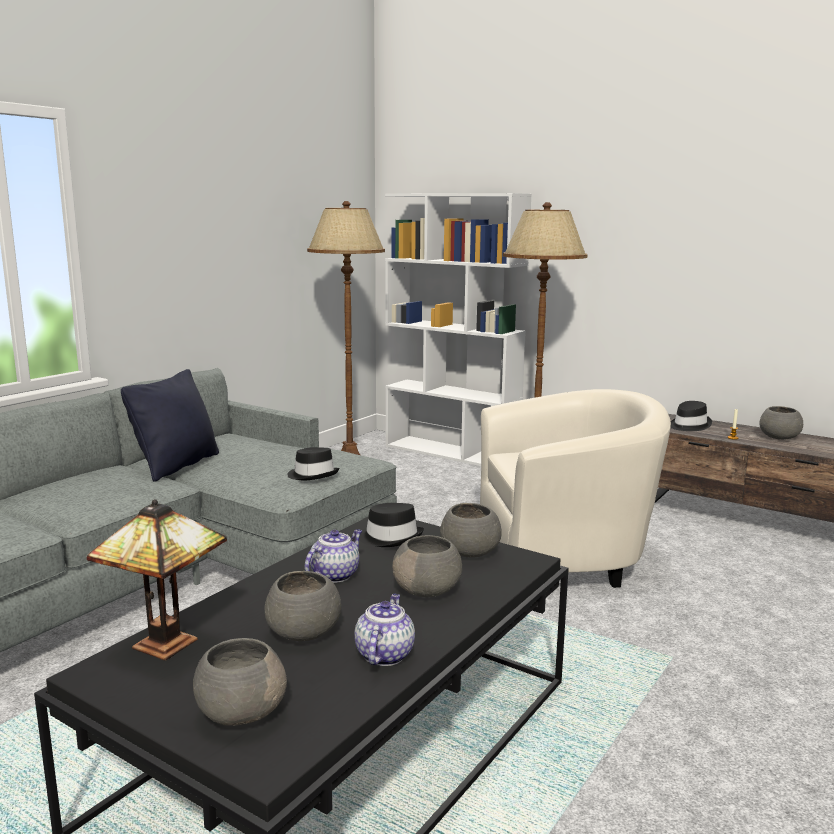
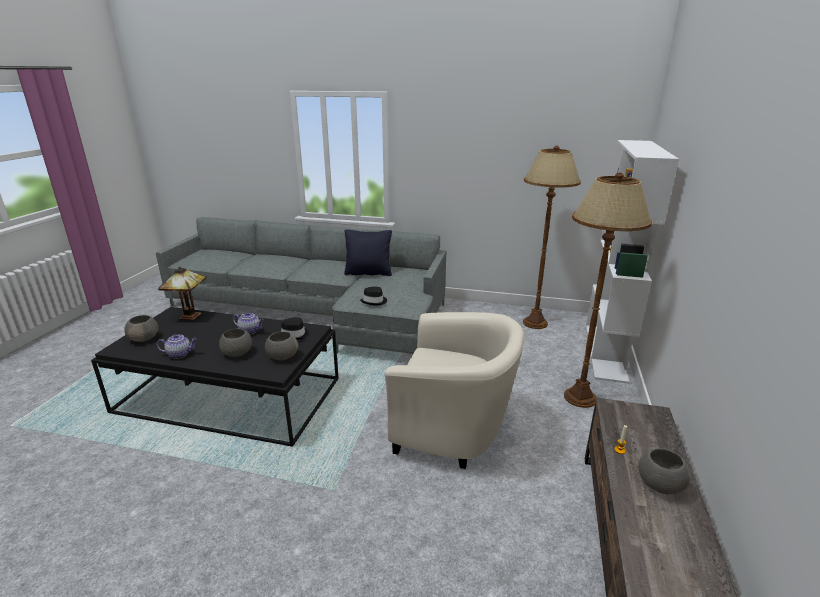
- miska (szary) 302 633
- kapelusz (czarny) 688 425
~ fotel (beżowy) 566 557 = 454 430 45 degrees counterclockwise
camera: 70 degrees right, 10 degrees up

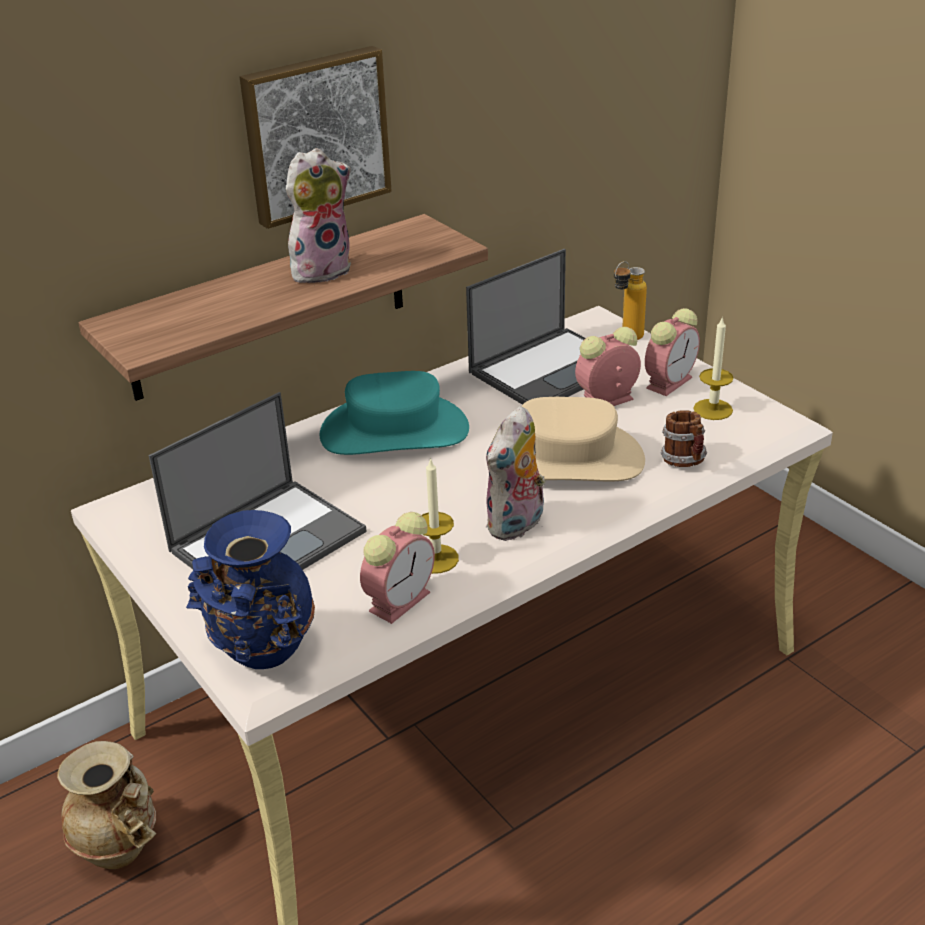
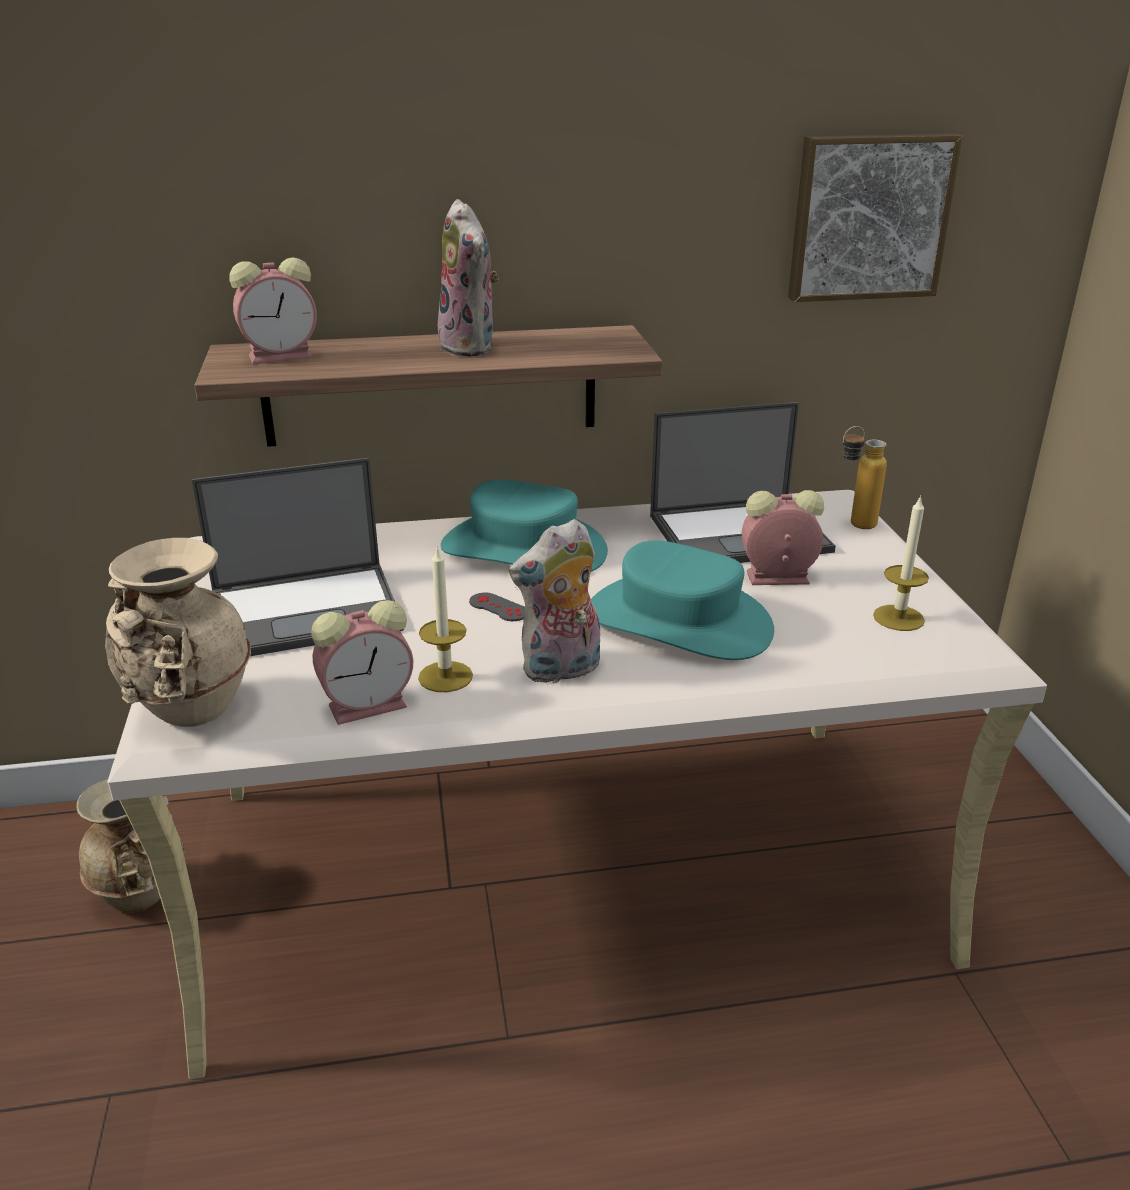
- kubek 685 462
+ pad do gier (szary) 498 607
~ obraz 315 135 to 868 217
~ budzik 670 382 to 283 356
~ wazon (niebieski) 263 655 to wazon (beżowy) 189 712
~ kapelusz (beżowy) 566 459 to kapelusz (turkusowy) 678 621
~ pluszak 321 270 = 472 347 75 degrees clockwise
camera: 25 degrees right, 5 degrees down

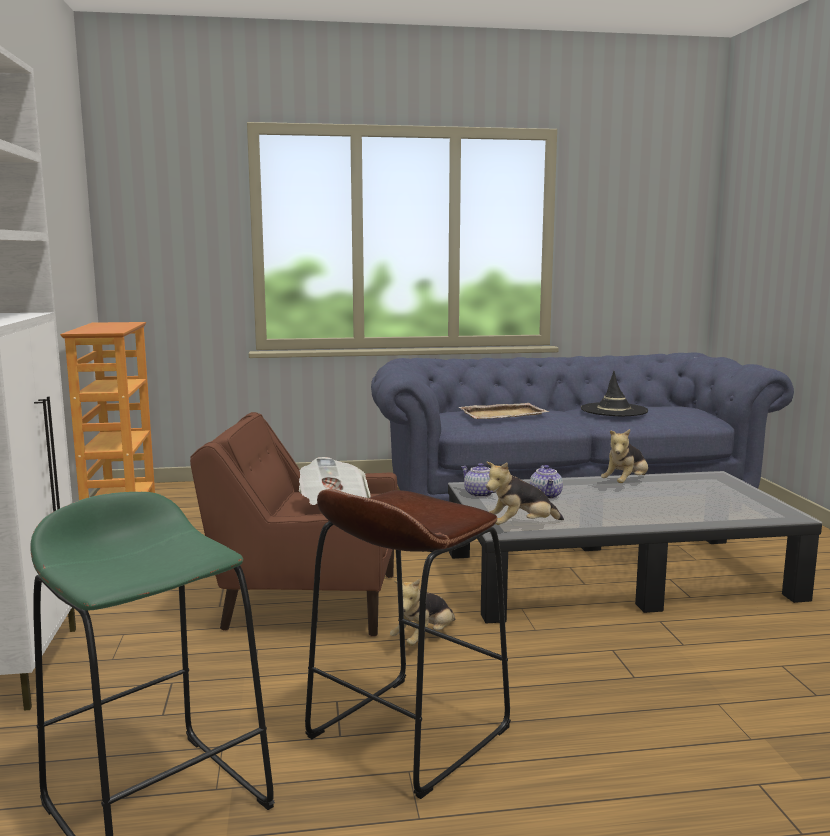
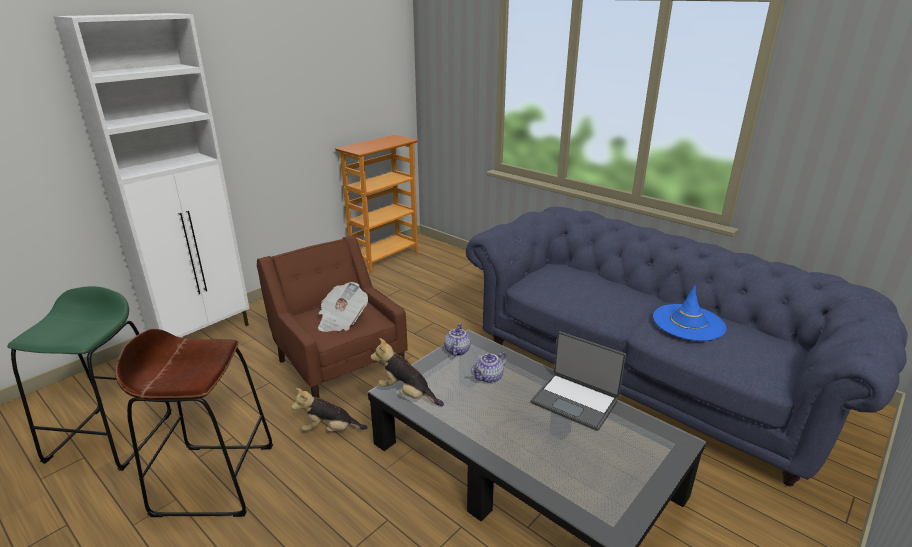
- taca (beżowy) 503 414
~ pluszak 626 483 to laptop 575 401
~ kapelusz (czarny) 614 410 to kapelusz (niebieski) 688 322
camera: 50 degrees right, 15 degrees up

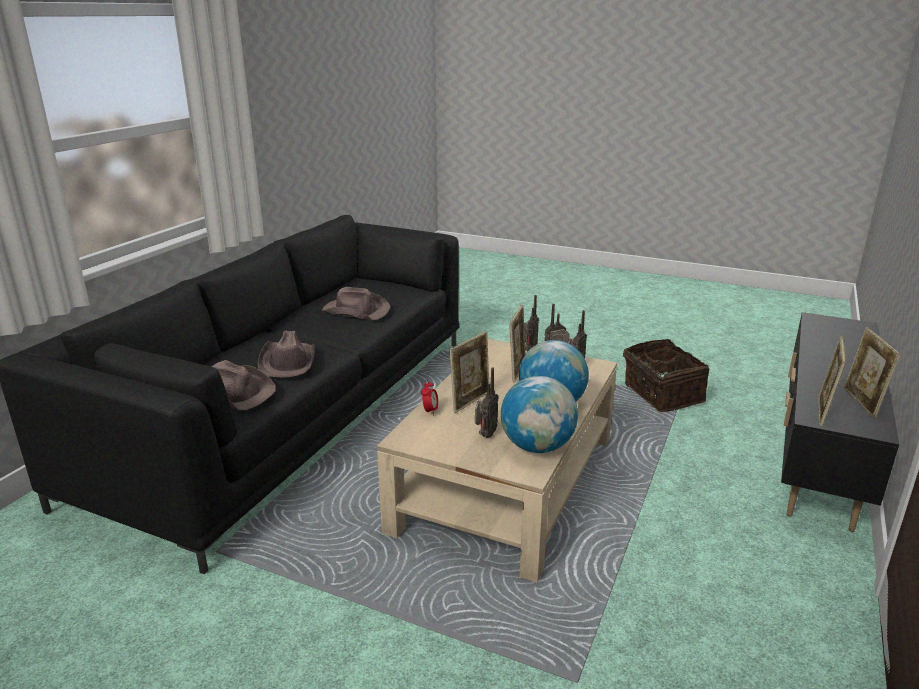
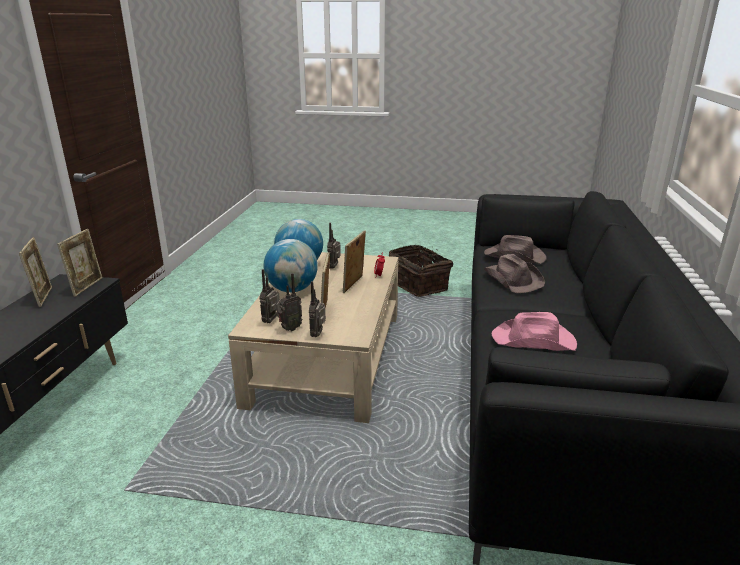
~ koszyk 661 394 to 419 285
~ kapelusz (brązowy) 355 311 to kapelusz (różowy) 534 341
camera: 165 degrees right, 0 degrees up

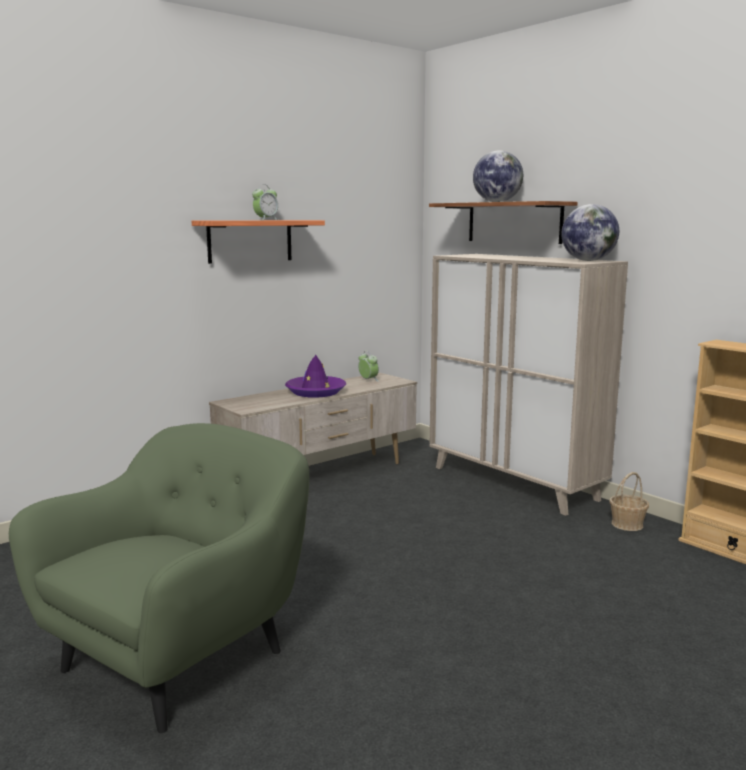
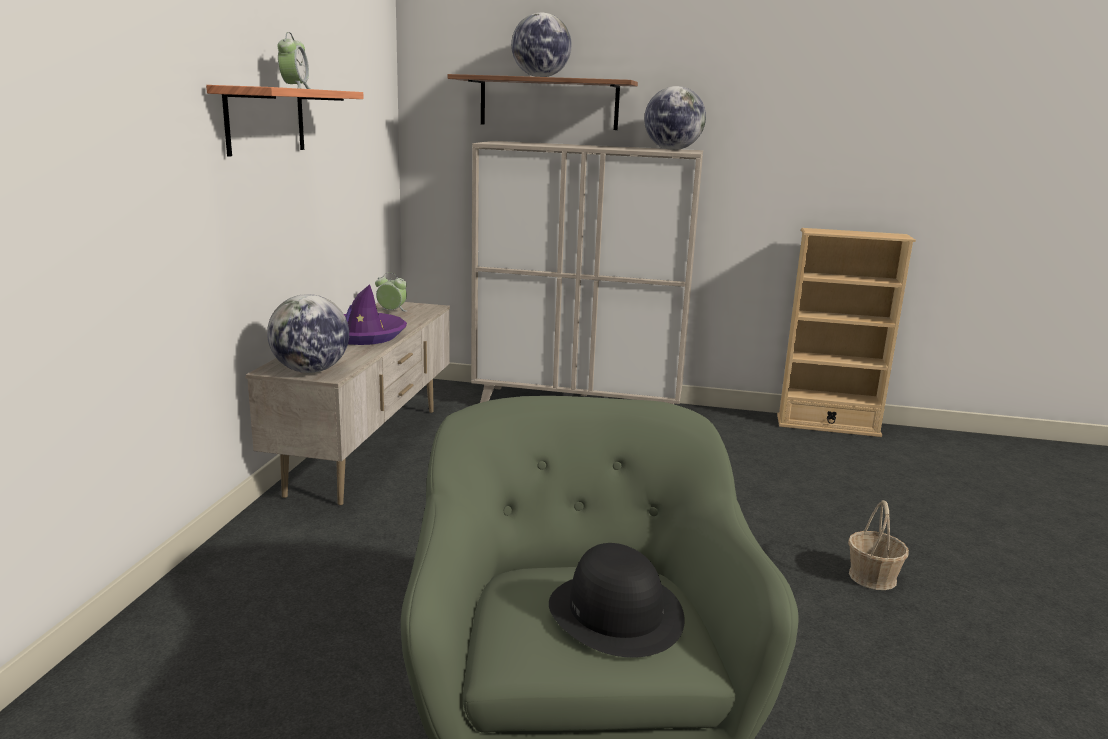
+ globus 310 371
+ kapelusz (czarny) 616 613
~ koszyk 627 524 to 872 577
camera: 40 degrees left, 5 degrees up

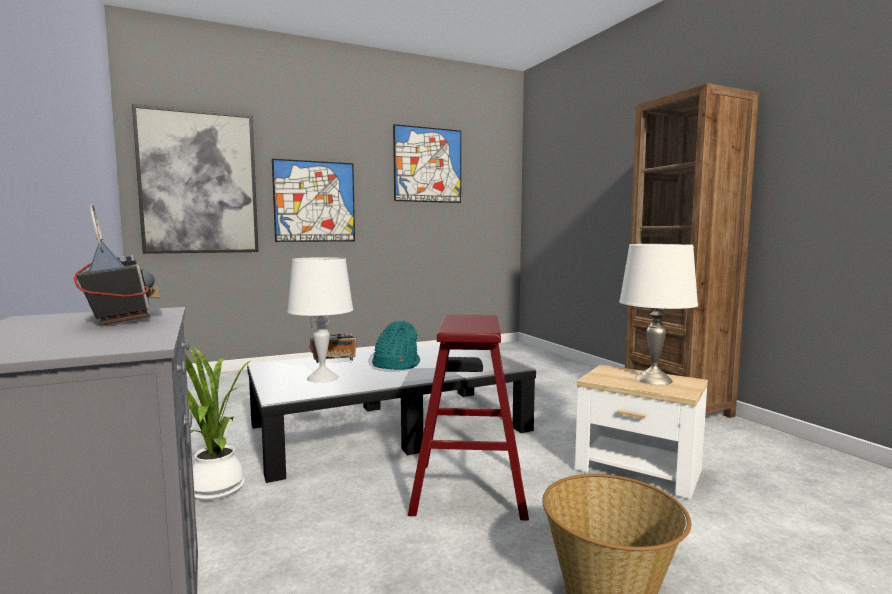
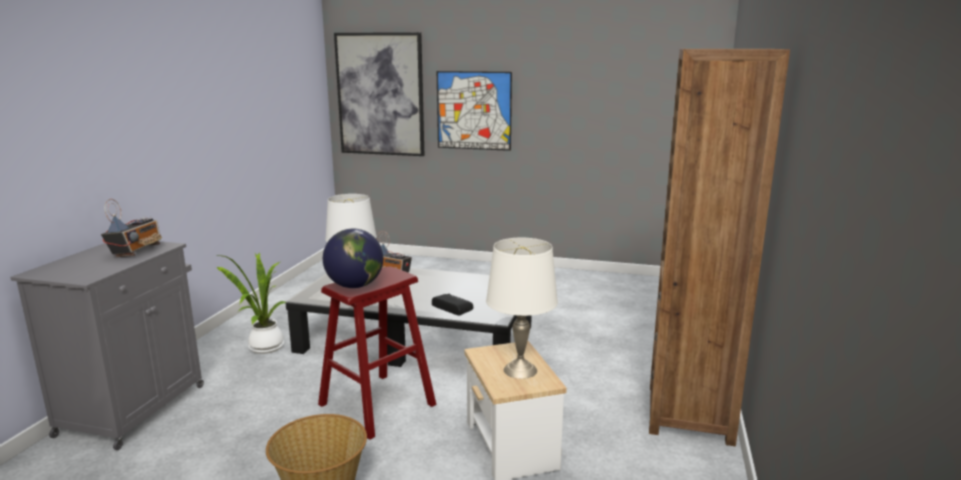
- kapelusz (turkusowy) 395 365
- obraz 428 165
+ globus 355 286
camera: 40 degrees right, 10 degrees up

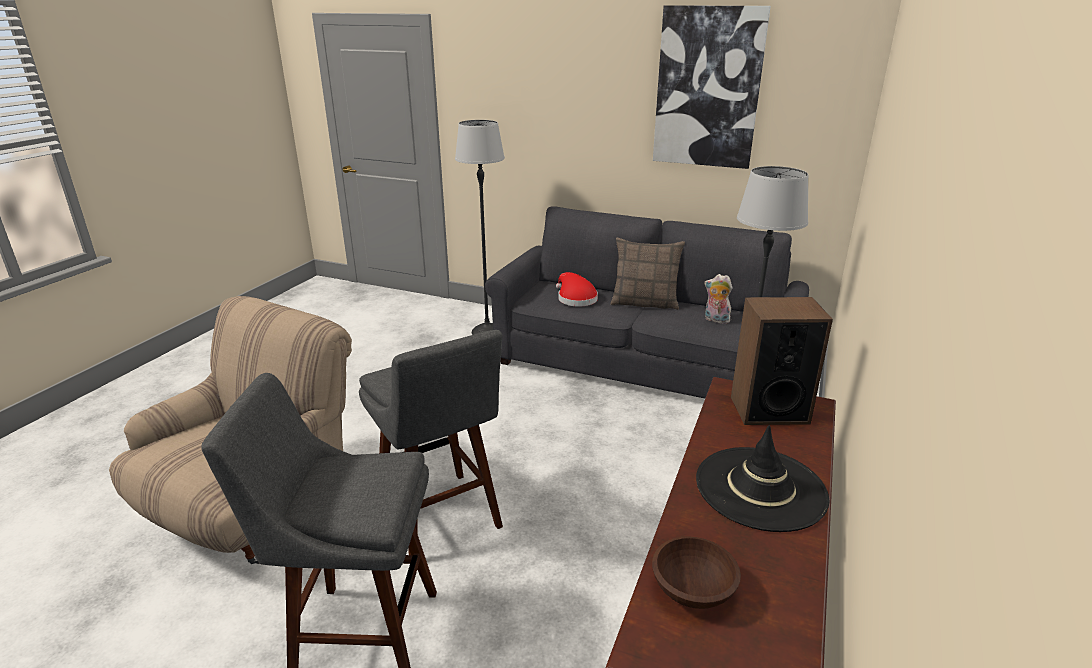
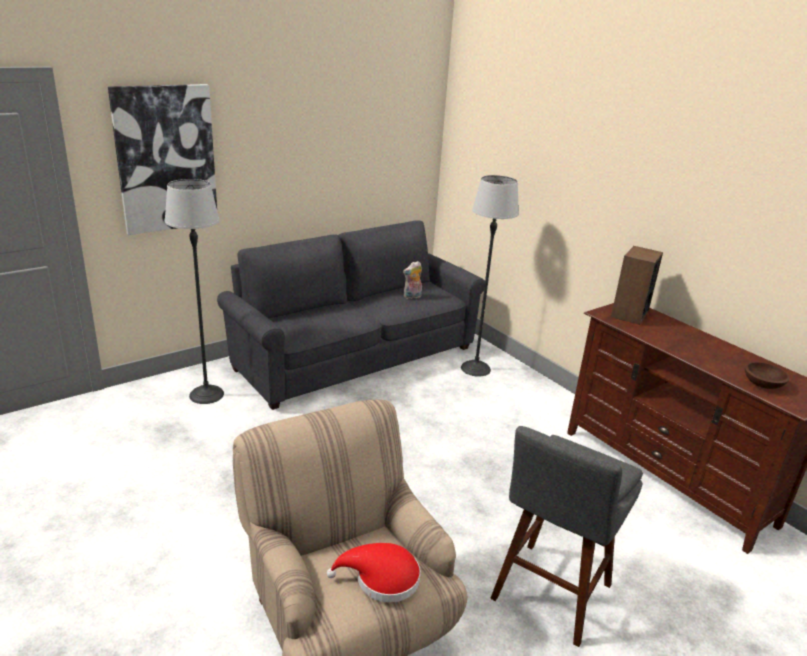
- stołek (szary) 441 520
- poduszka 645 303
- kapelusz (czarny) 760 488
~ kapelusz (czerwony) 575 298 to 382 579
~ obraz 708 88 to 166 159
camera: 60 degrees left, 0 degrees up

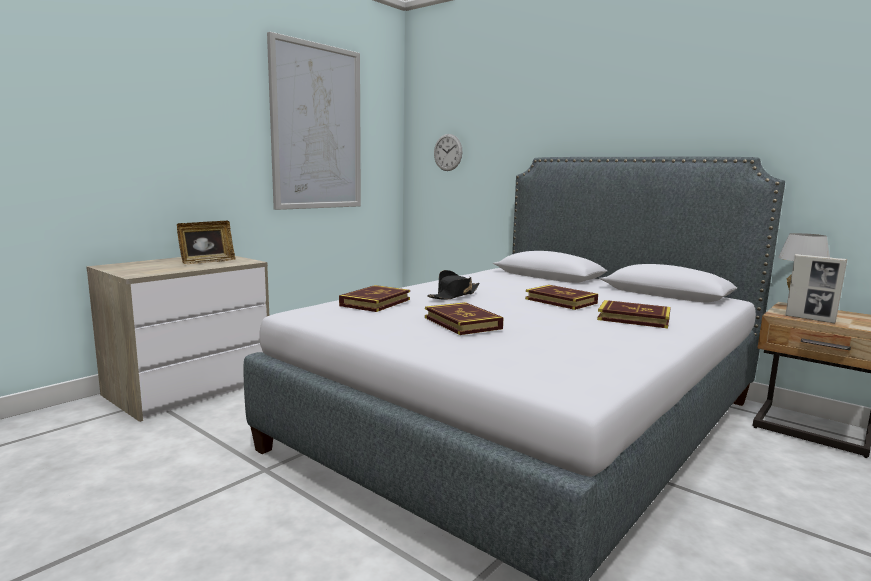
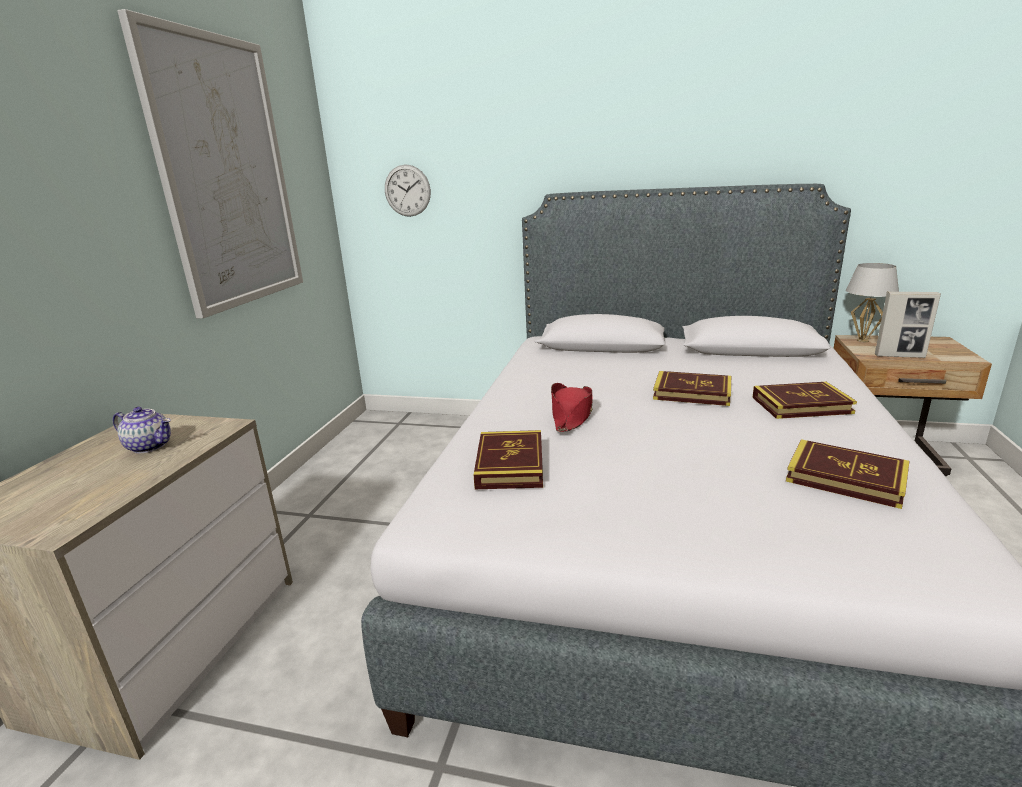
~ książka 462 323 to 845 478
~ ramka na zdjęcie 207 262 to imbryk 150 446
~ kapelusz (czarny) 454 295 to kapelusz (czerwony) 571 415
camera: 25 degrees left, 10 degrees up

